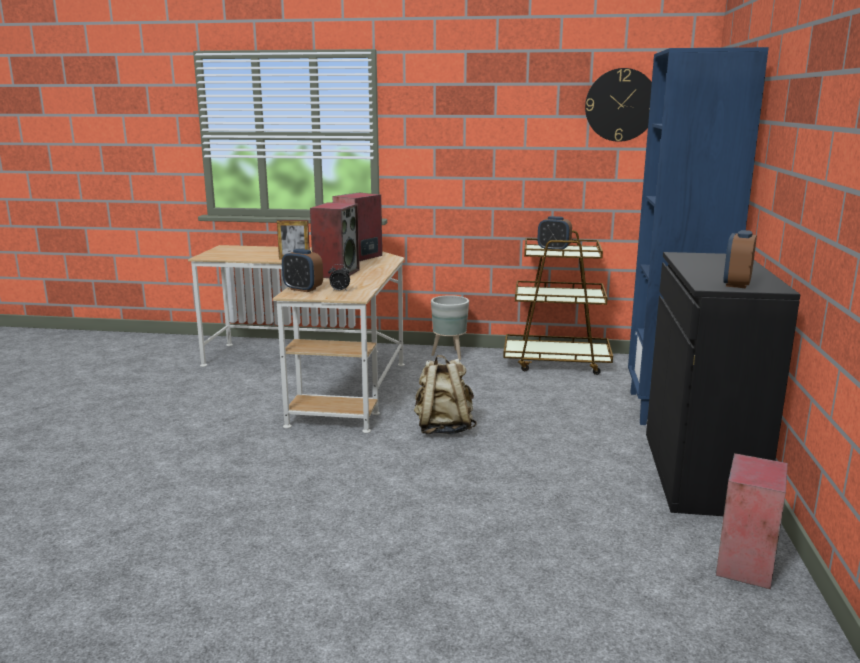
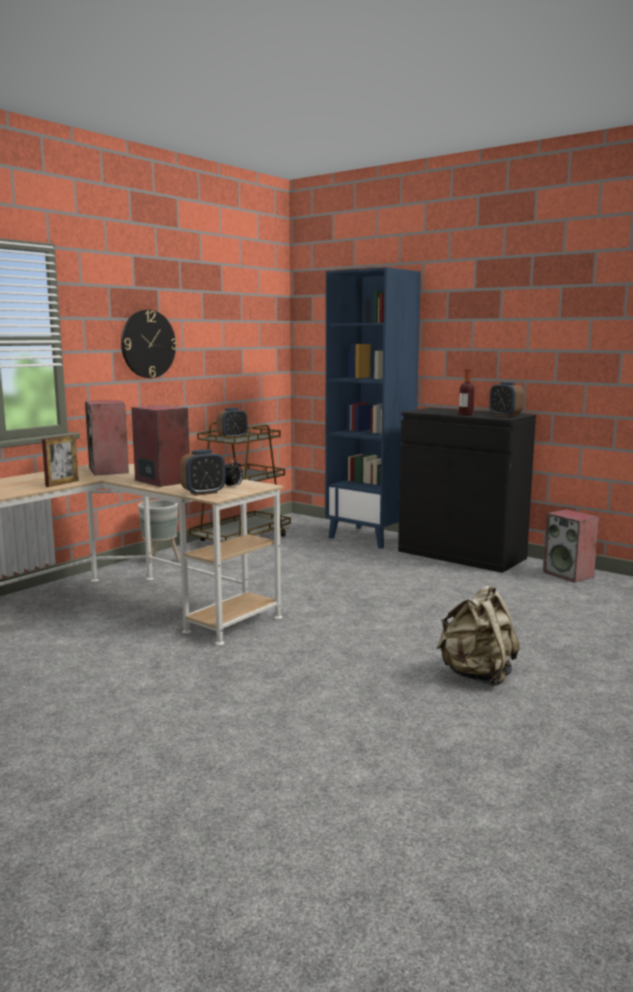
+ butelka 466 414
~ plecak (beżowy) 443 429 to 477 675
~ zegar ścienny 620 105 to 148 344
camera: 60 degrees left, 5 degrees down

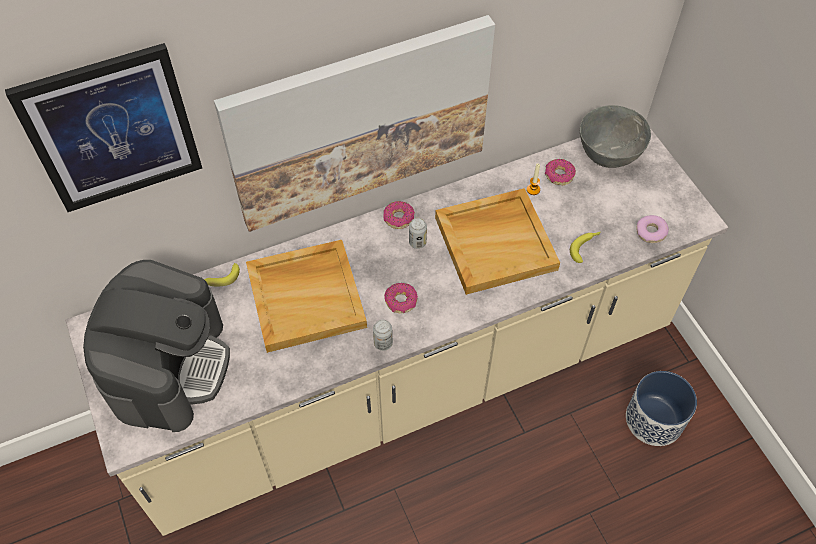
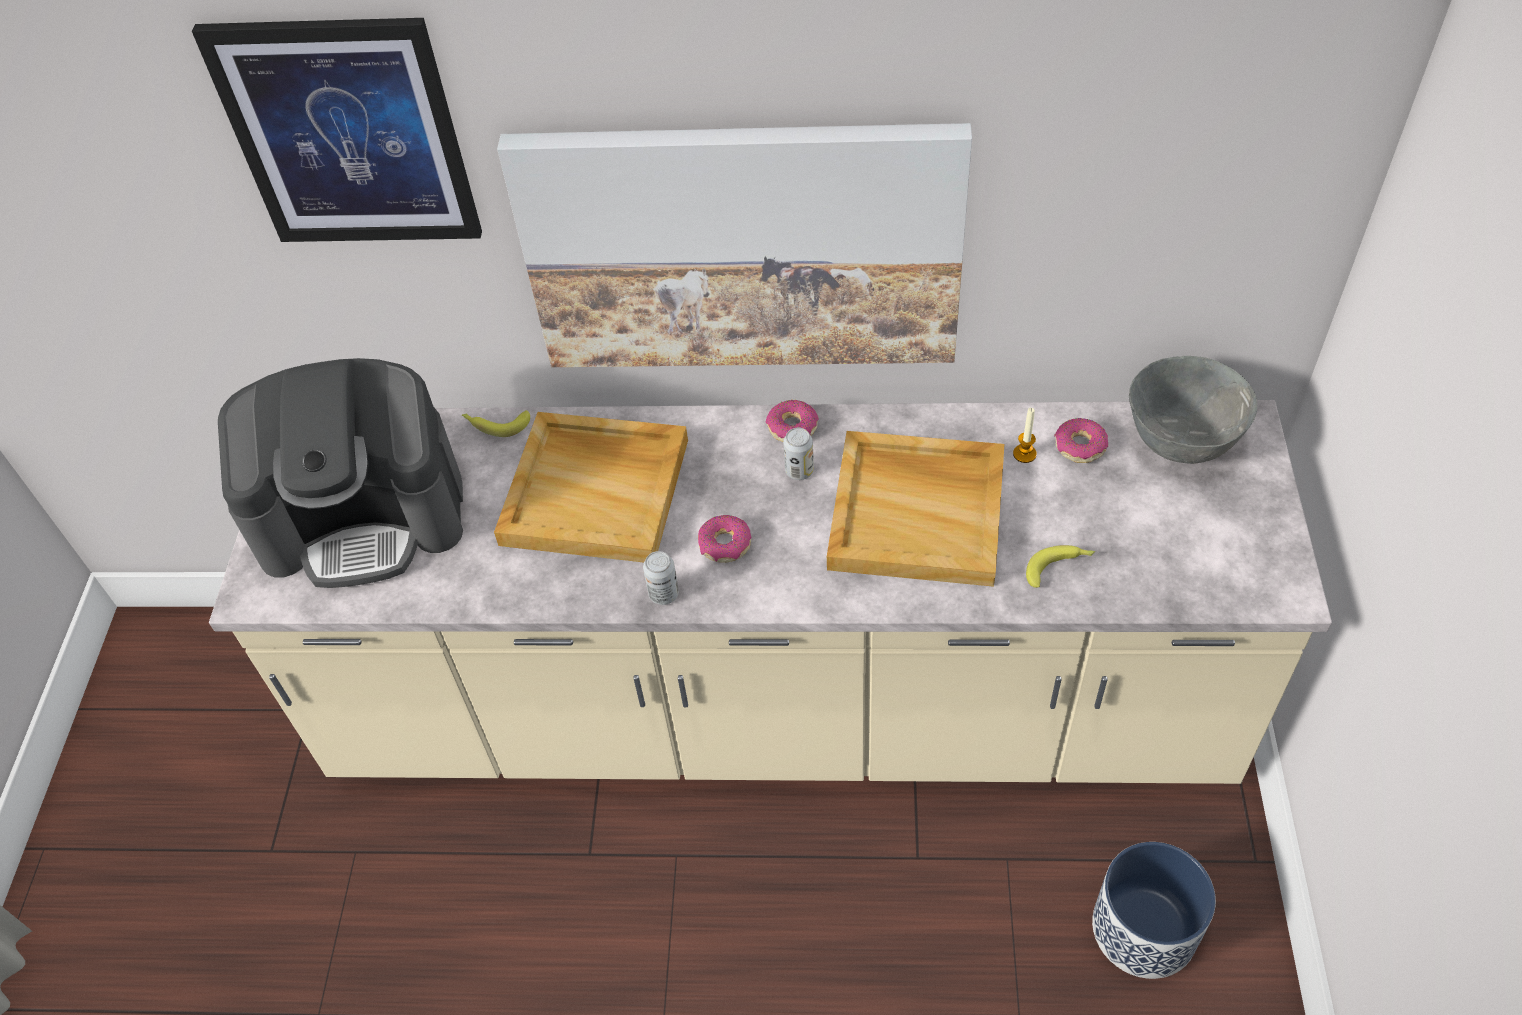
- donut 650 232
~ ekspres do kawy 169 366 = 364 515 45 degrees clockwise
camera: 30 degrees right, 5 degrees down

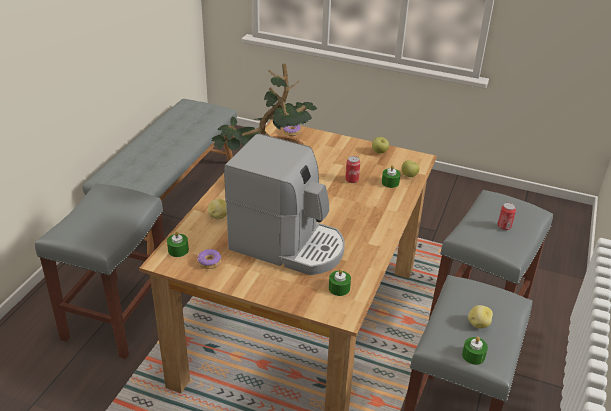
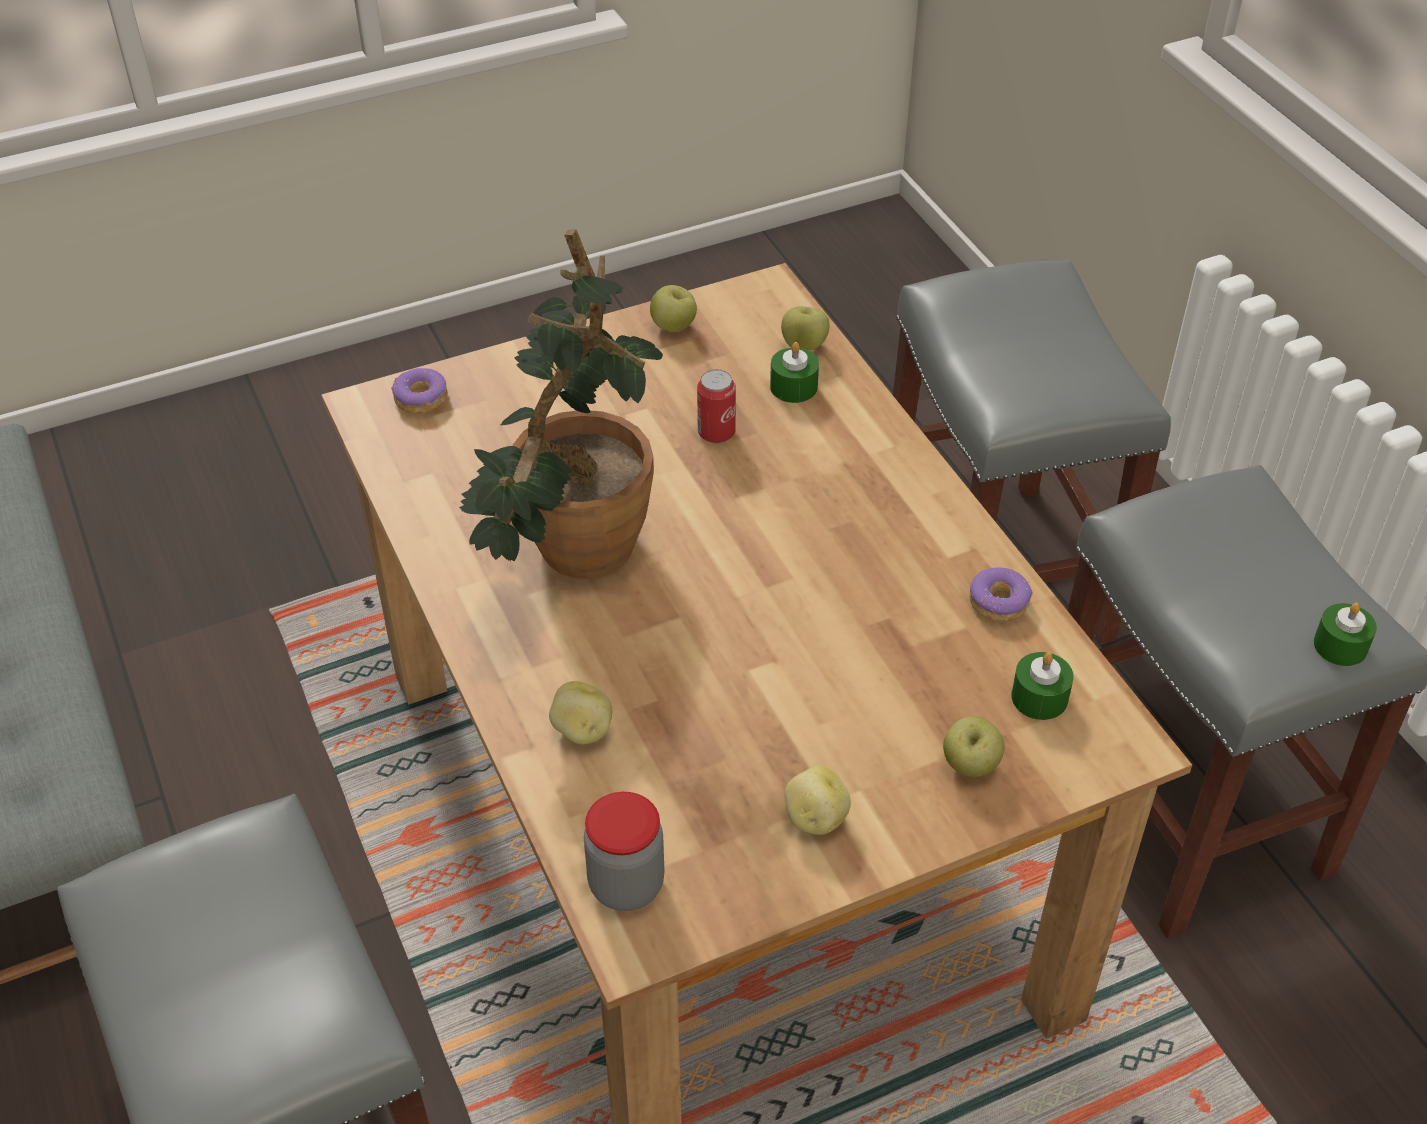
- ekspres do kawy 288 245
- puszka 504 226
+ jabłko 970 765
~ donut 209 262 to 999 602
~ ziemniak 478 324 to 814 818
~ świeca (zielony) 178 250 to słoik 626 885
camera: 45 degrees left, 10 degrees up

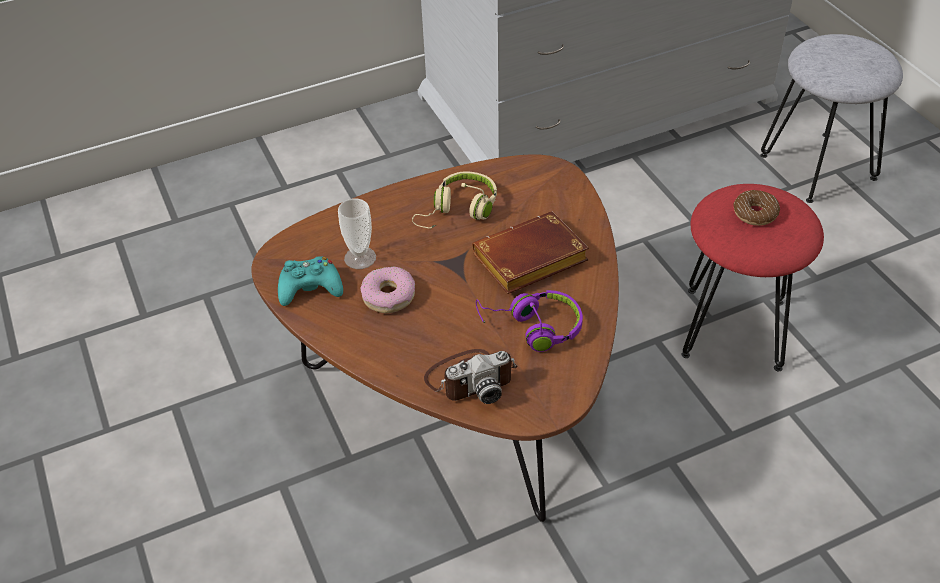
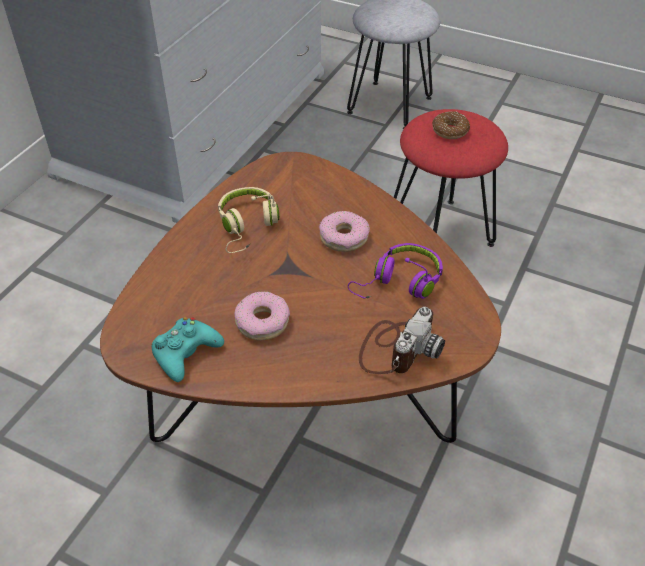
- filiżanka 360 258
~ książka (brązowy) 529 262 to donut 344 237
camera: 40 degrees left, 0 degrees up

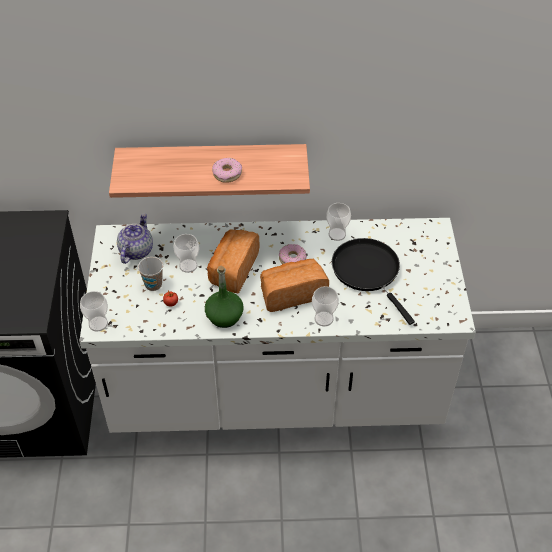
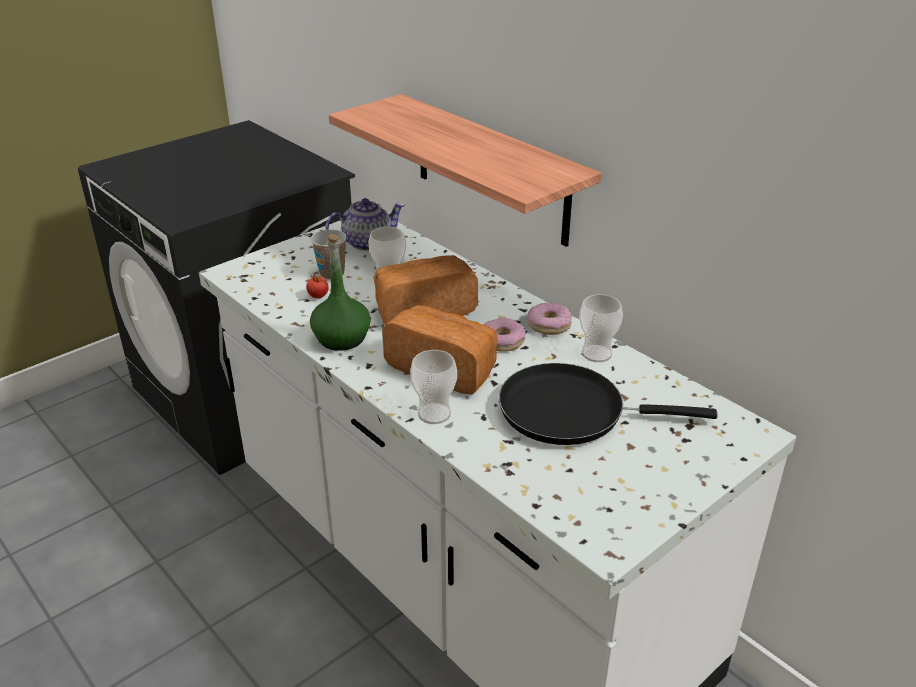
- filiżanka 98 324
~ donut 227 174 to 549 325
~ patelnia (czarny) 368 272 = 570 411 105 degrees counterclockwise
camera: 50 degrees right, 15 degrees down

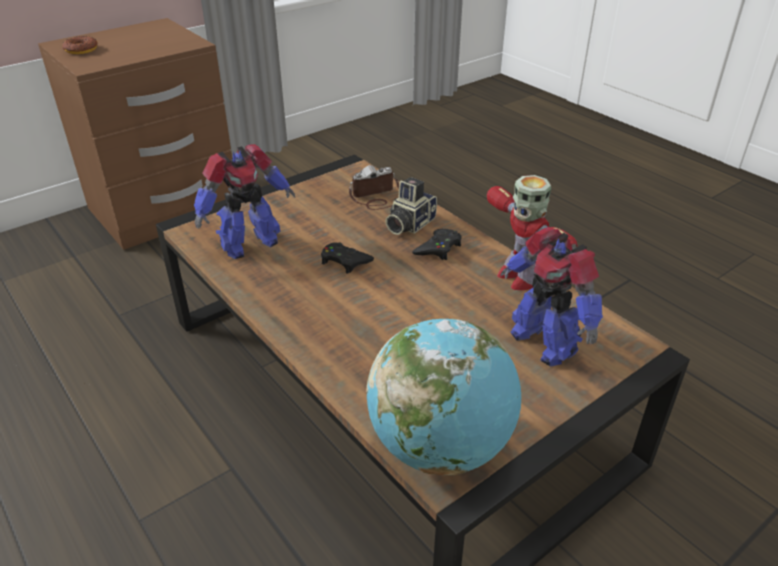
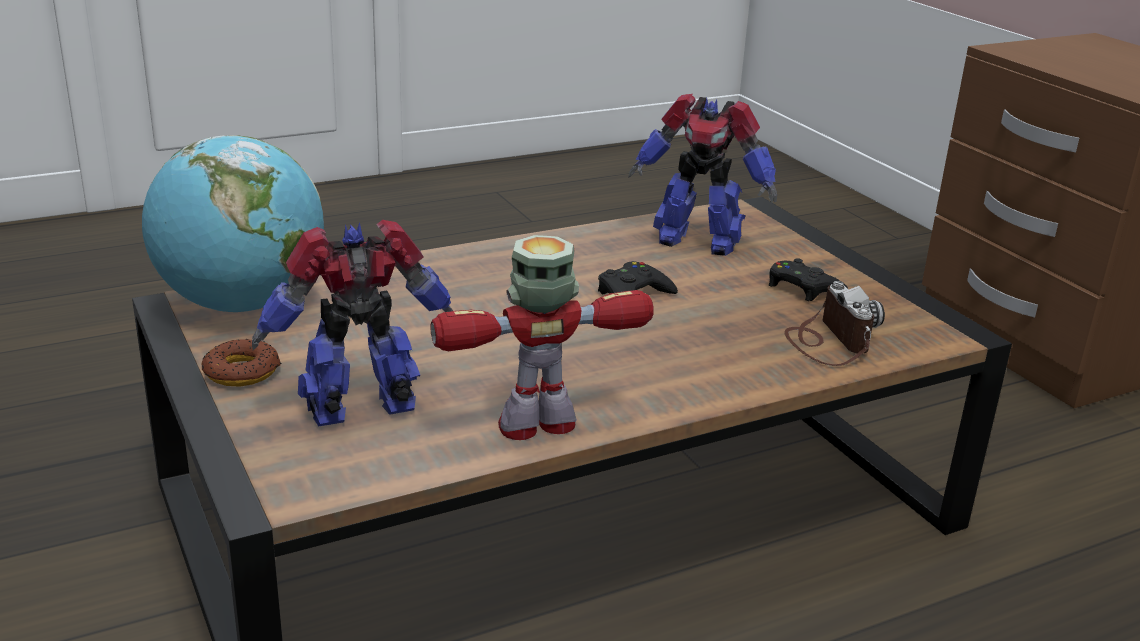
- aparat fotograficzny 408 224
~ donut 81 50 to 242 371
~ pad do gier (czarny) 438 248 to 802 288
~ robot zabawkowy 248 244 = 697 240 45 degrees counterclockwise
camera: 100 degrees right, 10 degrees down

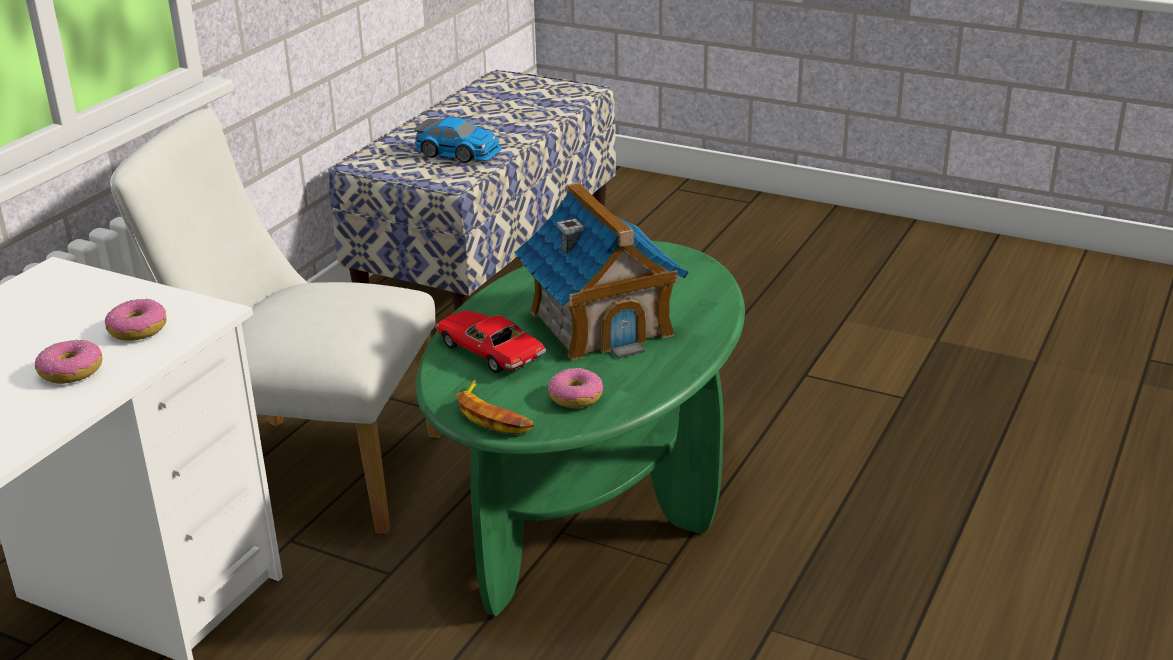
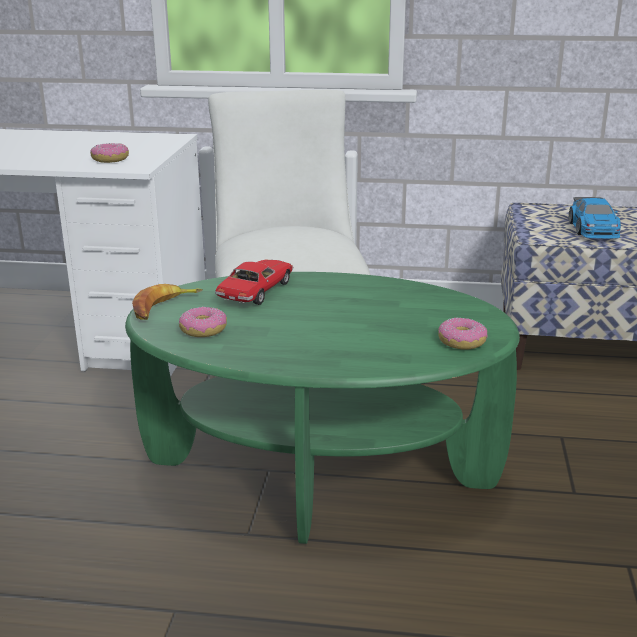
- domek 601 323
~ donut 71 371 to 462 342
camera: 70 degrees right, 5 degrees down

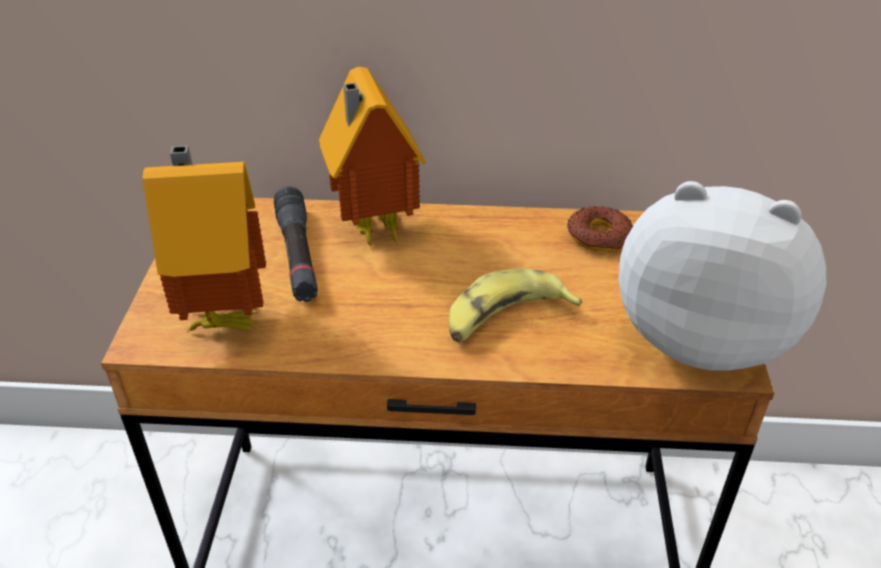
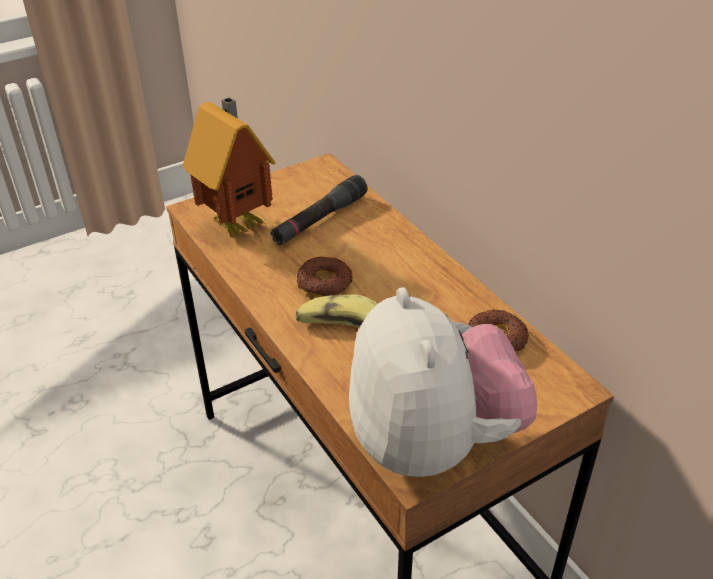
- domek 372 229
+ donut 324 283
camera: 55 degrees right, 0 degrees up

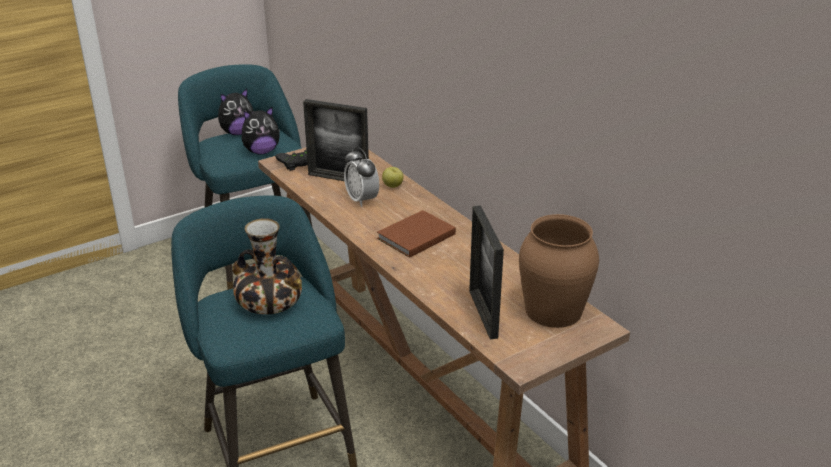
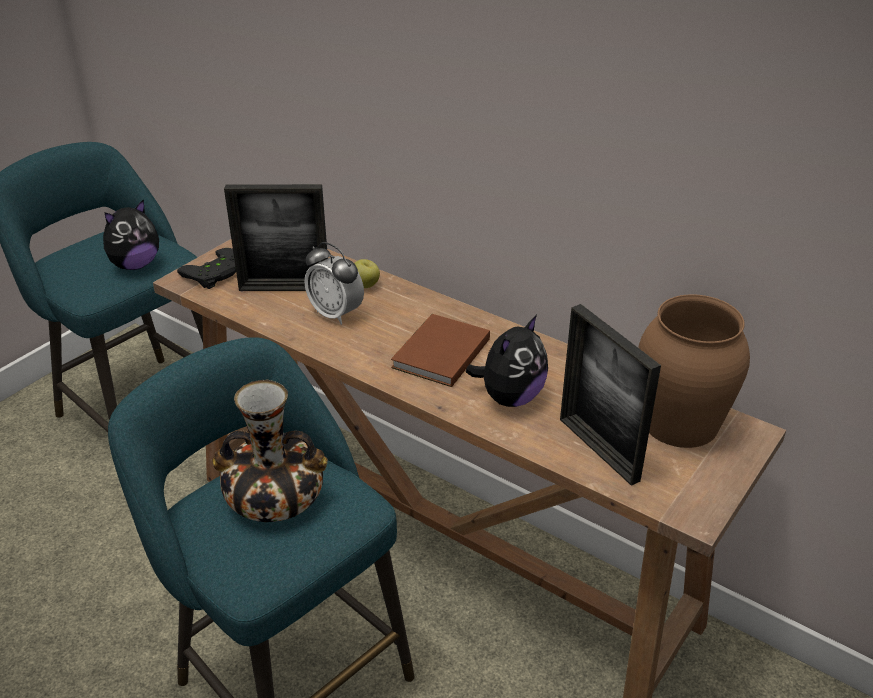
~ pluszak 237 133 to 510 397
camera: 20 degrees left, 5 degrees up

